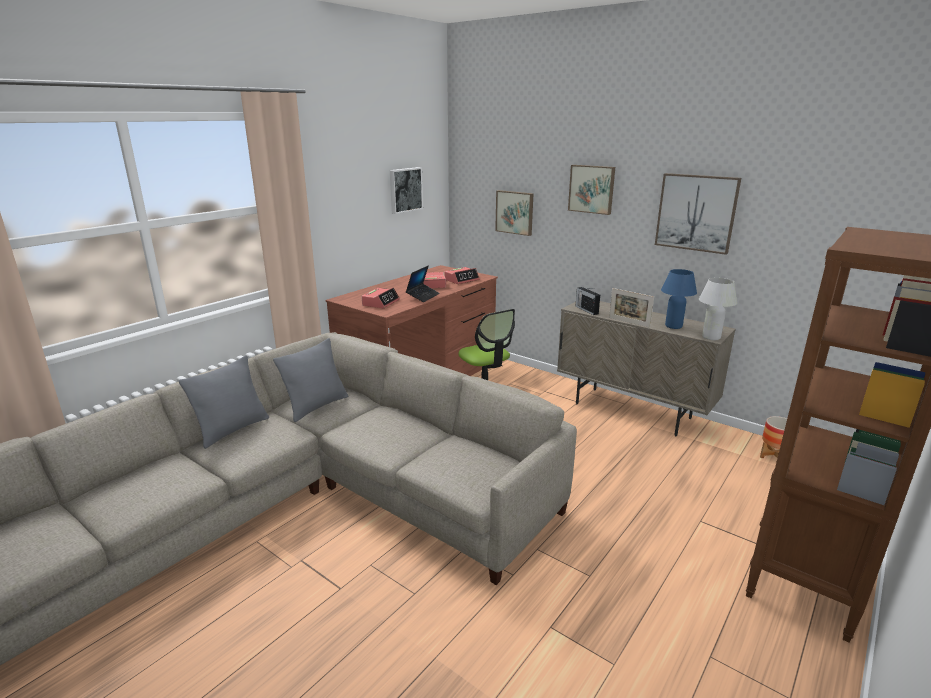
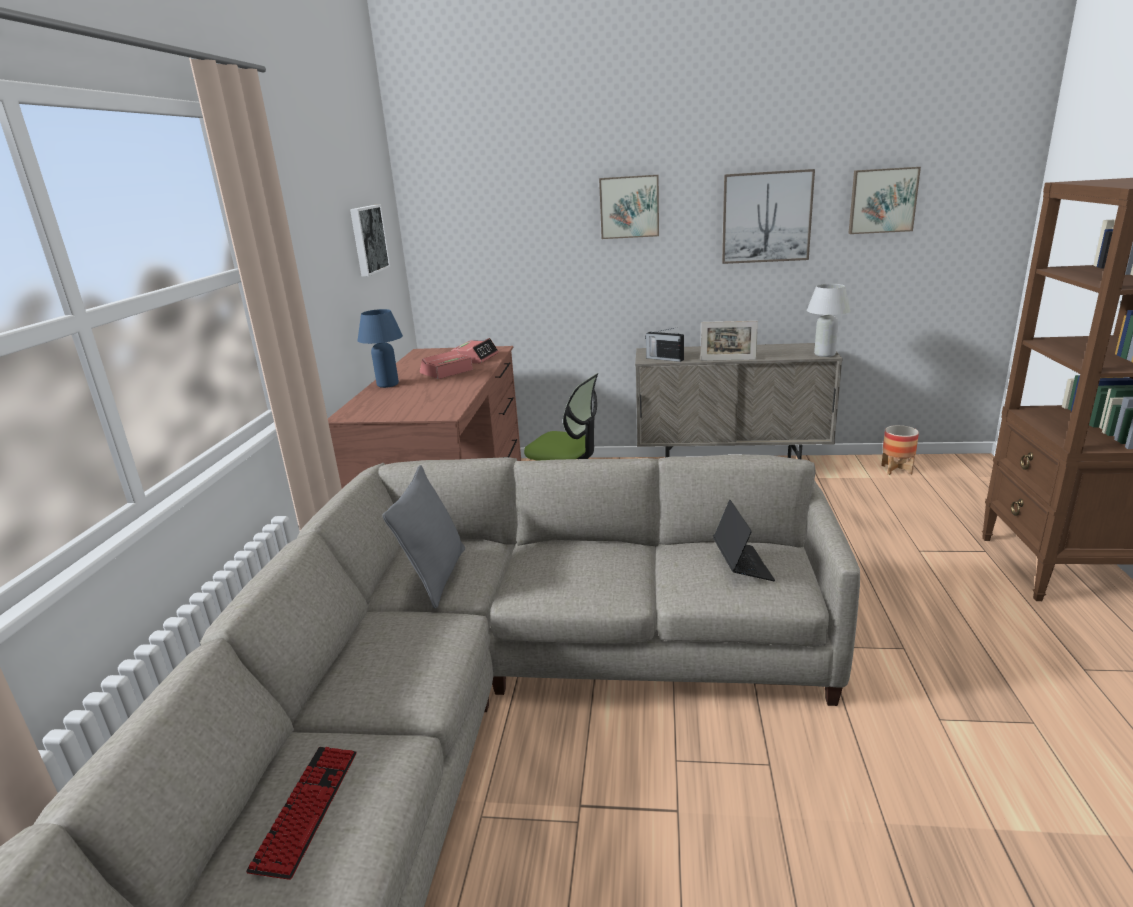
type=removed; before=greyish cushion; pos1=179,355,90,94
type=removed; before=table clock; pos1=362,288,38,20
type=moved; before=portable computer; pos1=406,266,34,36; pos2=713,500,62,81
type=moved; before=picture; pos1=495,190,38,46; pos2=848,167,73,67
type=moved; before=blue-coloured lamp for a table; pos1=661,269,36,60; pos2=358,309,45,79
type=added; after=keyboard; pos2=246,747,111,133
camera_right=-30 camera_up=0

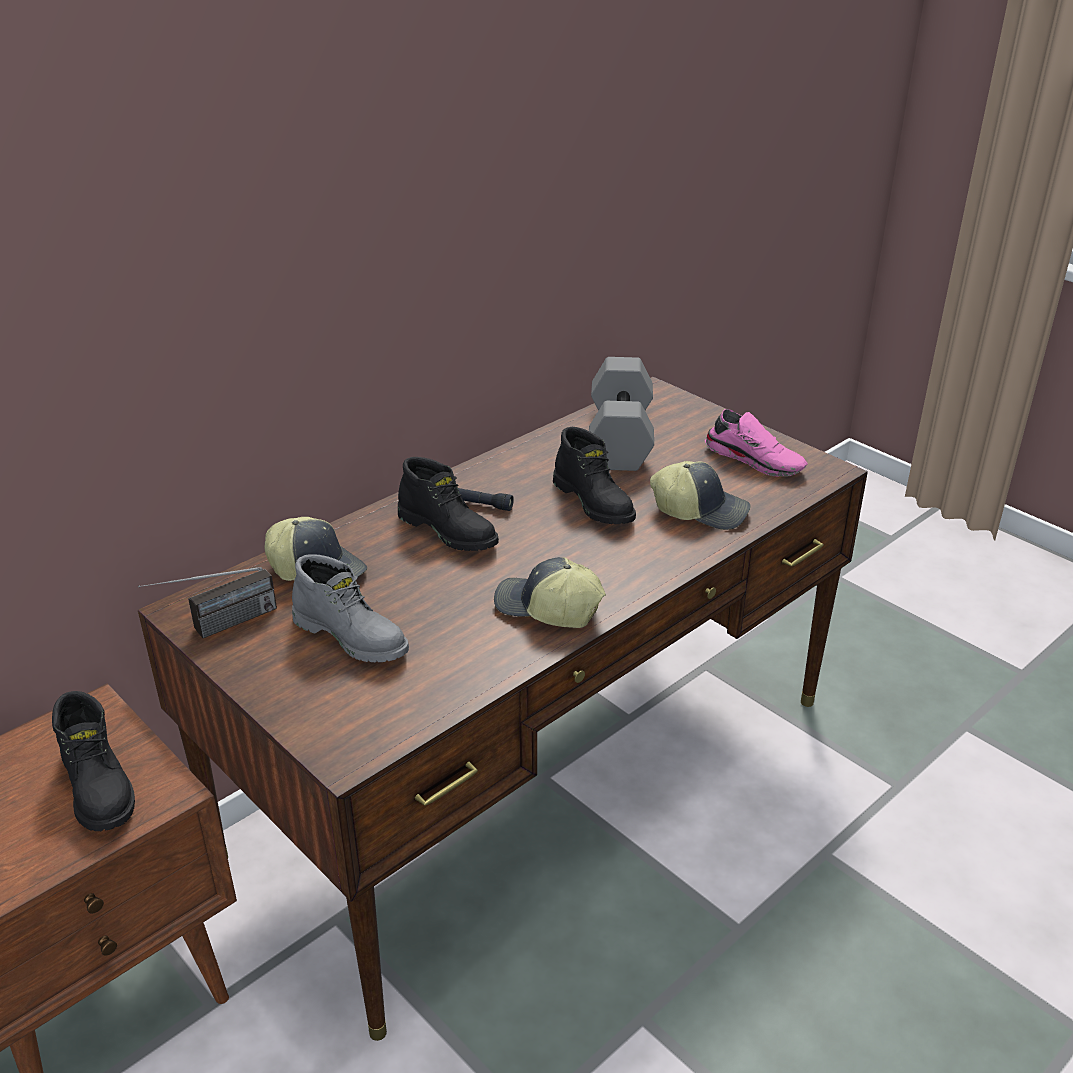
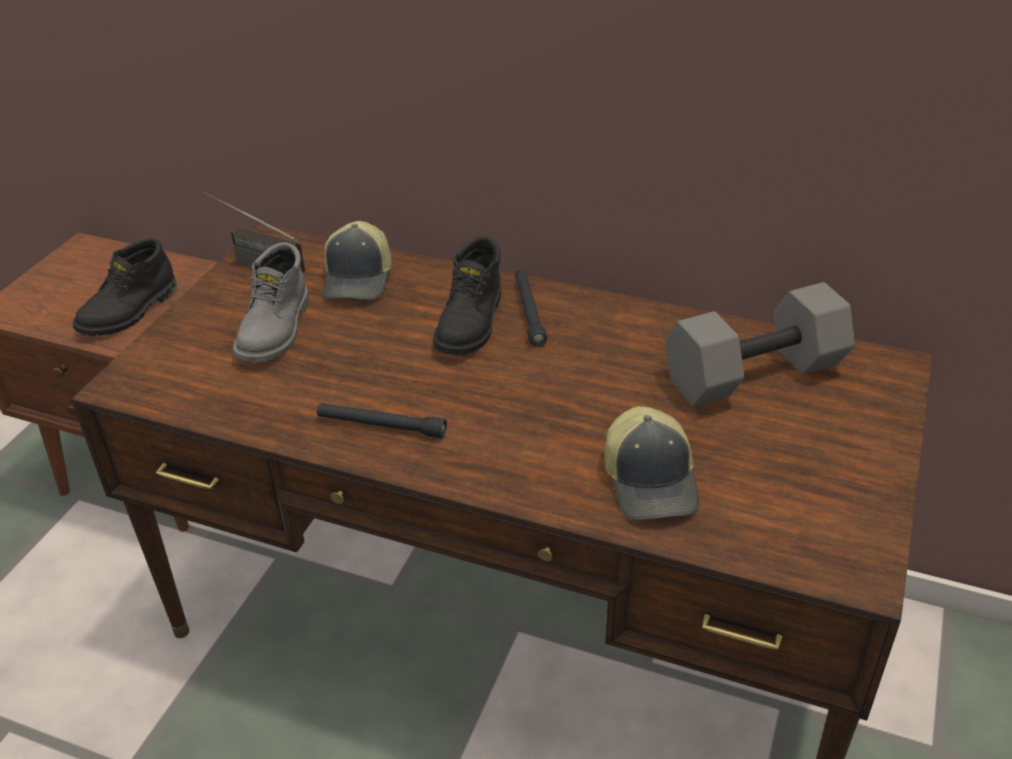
type=replaced; before=peaked cap; after=blackish hand torch; pos1=494,557,112,71; pos2=317,403,130,35
type=removed; before=blackish boot; pos1=553,427,83,97
type=removed; before=pink low shoe; pos1=705,409,103,67
camera_right=65 camera_up=5

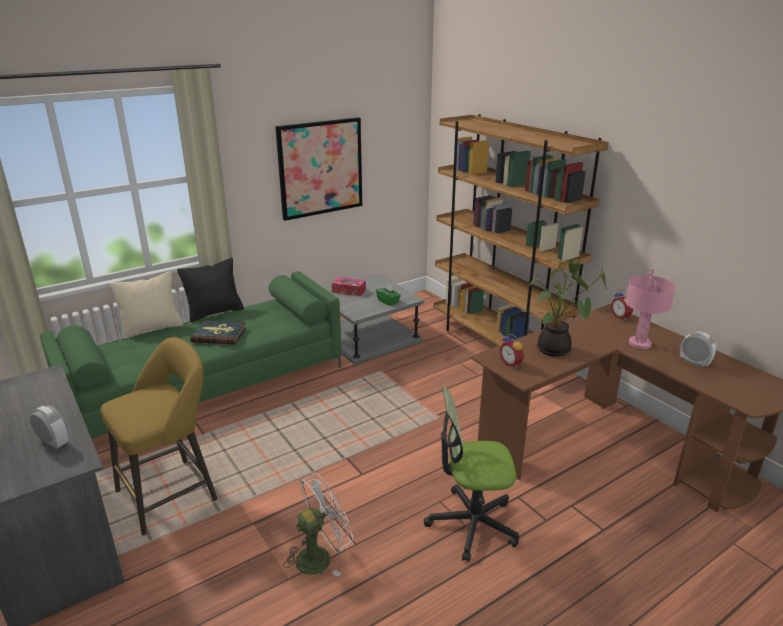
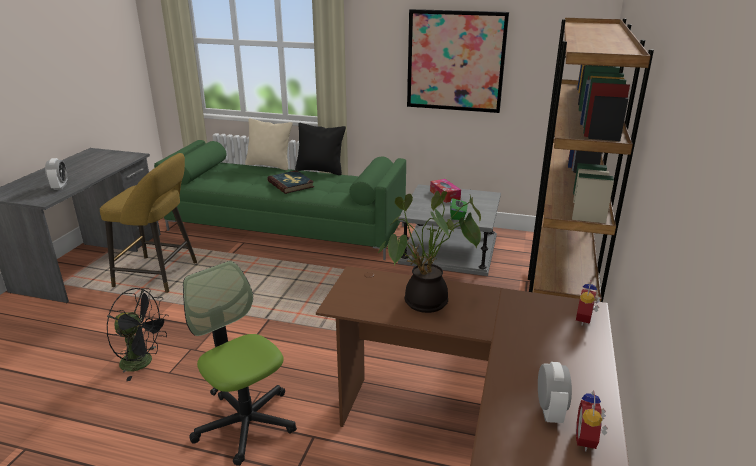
type=recoloured; before=white fan; after=blackish fan; pos1=283,473,71,104; pos2=107,288,62,93
type=moved; before=table clock; pos1=499,334,25,34; pos2=576,390,32,61
type=removed; before=pink lamp for a table; pos1=625,268,51,81
camera_right=50 camera_up=0

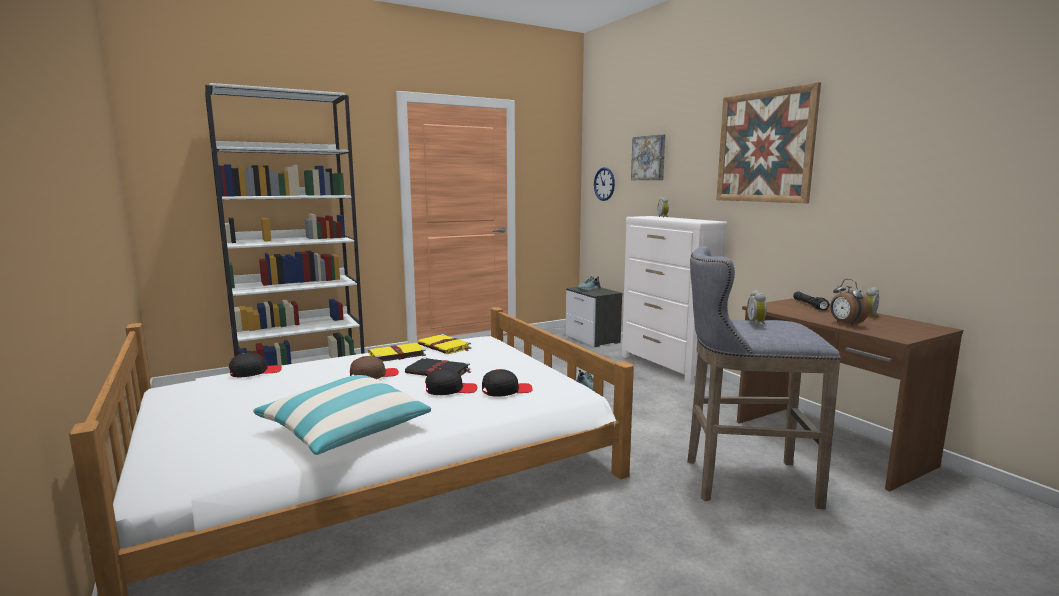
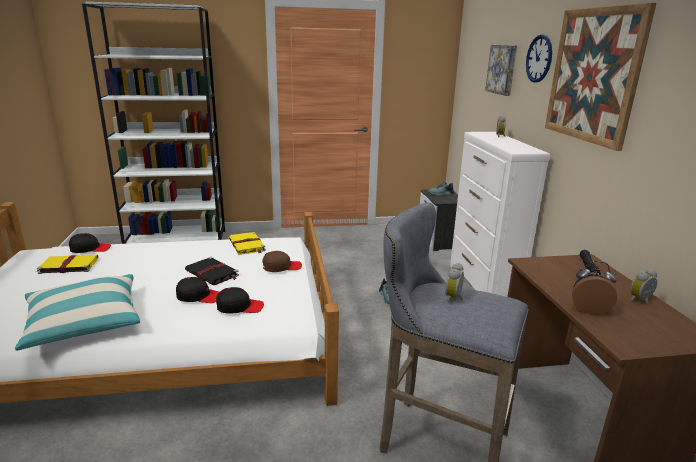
type=moved; before=brownish peaked cap; pos1=350,356,49,23; pos2=262,251,40,21
type=moved; before=yellow-coloured bound book; pos1=368,343,58,19; pos2=35,255,63,19
type=moved; before=clock on the wall; pos1=594,167,21,34; pos2=526,35,26,48
type=turned; before=table clock; pos1=830,279,40,47; pos2=572,261,45,54; turn=105
camera_right=20 camera_up=10

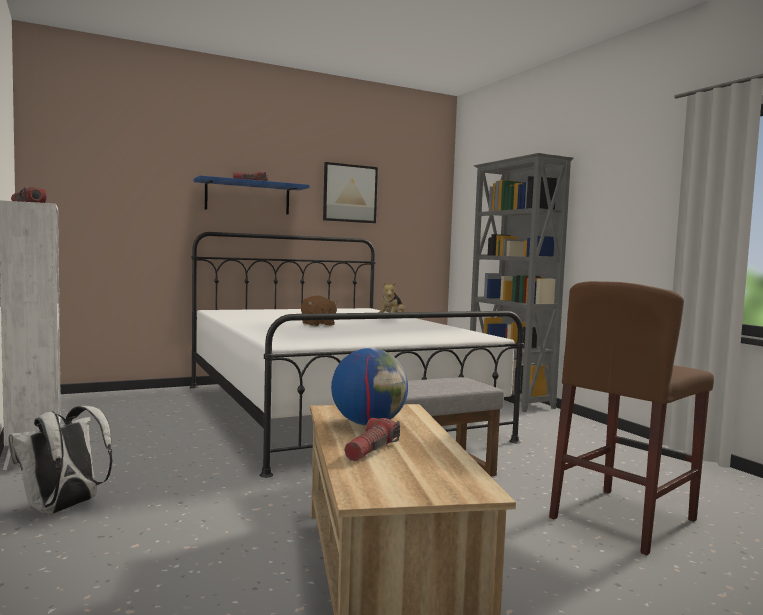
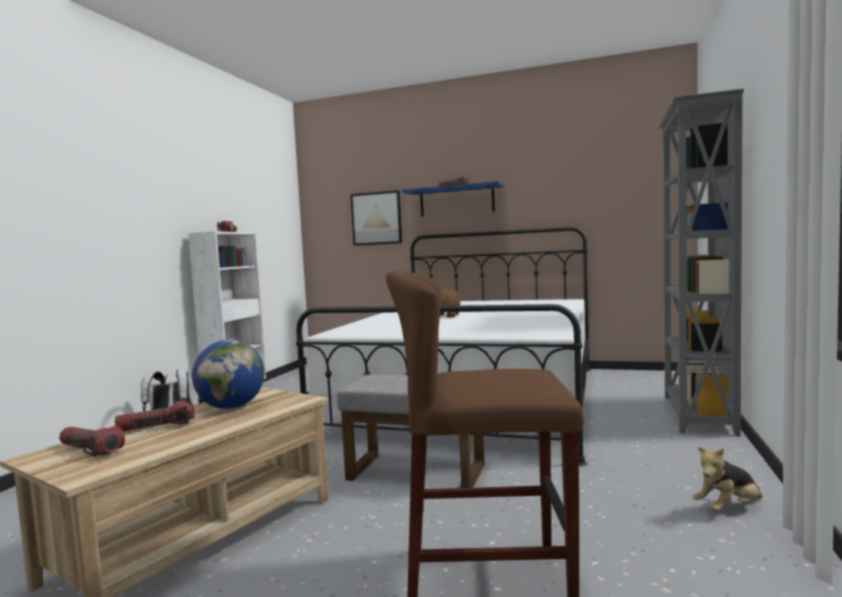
type=moved; before=picture; pos1=323,162,55,61; pos2=351,190,51,56
type=moved; before=plush toy; pos1=378,281,27,32; pos2=692,447,70,65
type=added; after=hand torch; pos2=59,426,66,31
camera_right=45 camera_up=0

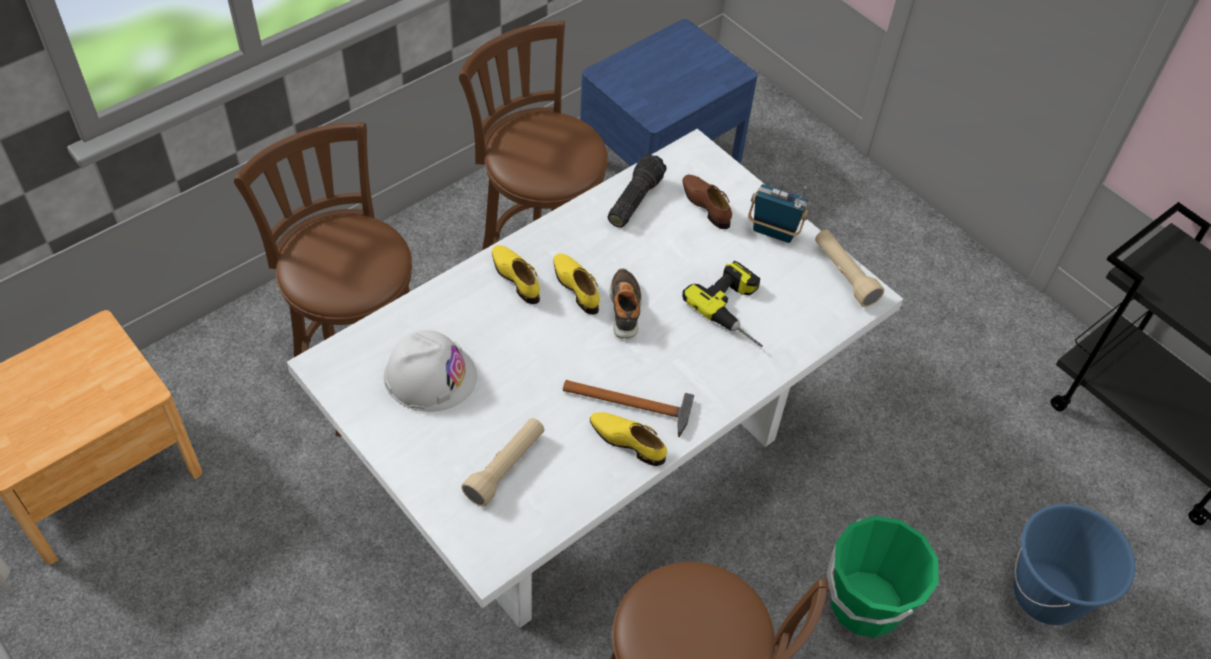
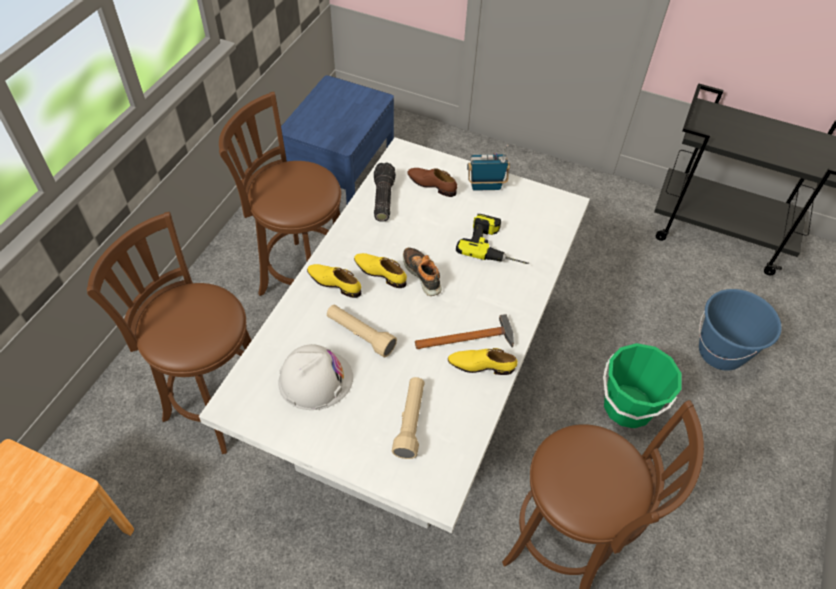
type=moved; before=beige-coloured hand torch; pos1=815,230,70,77; pos2=327,305,70,52
camera_right=-25 camera_up=0

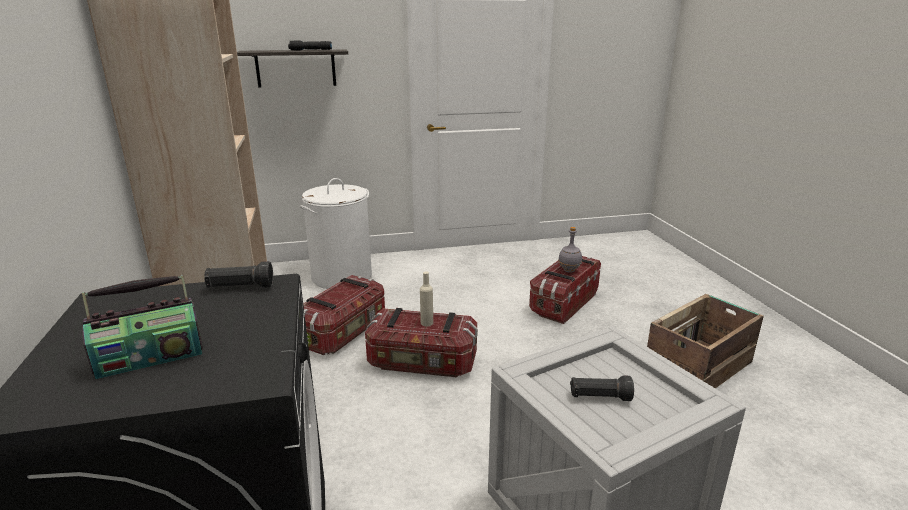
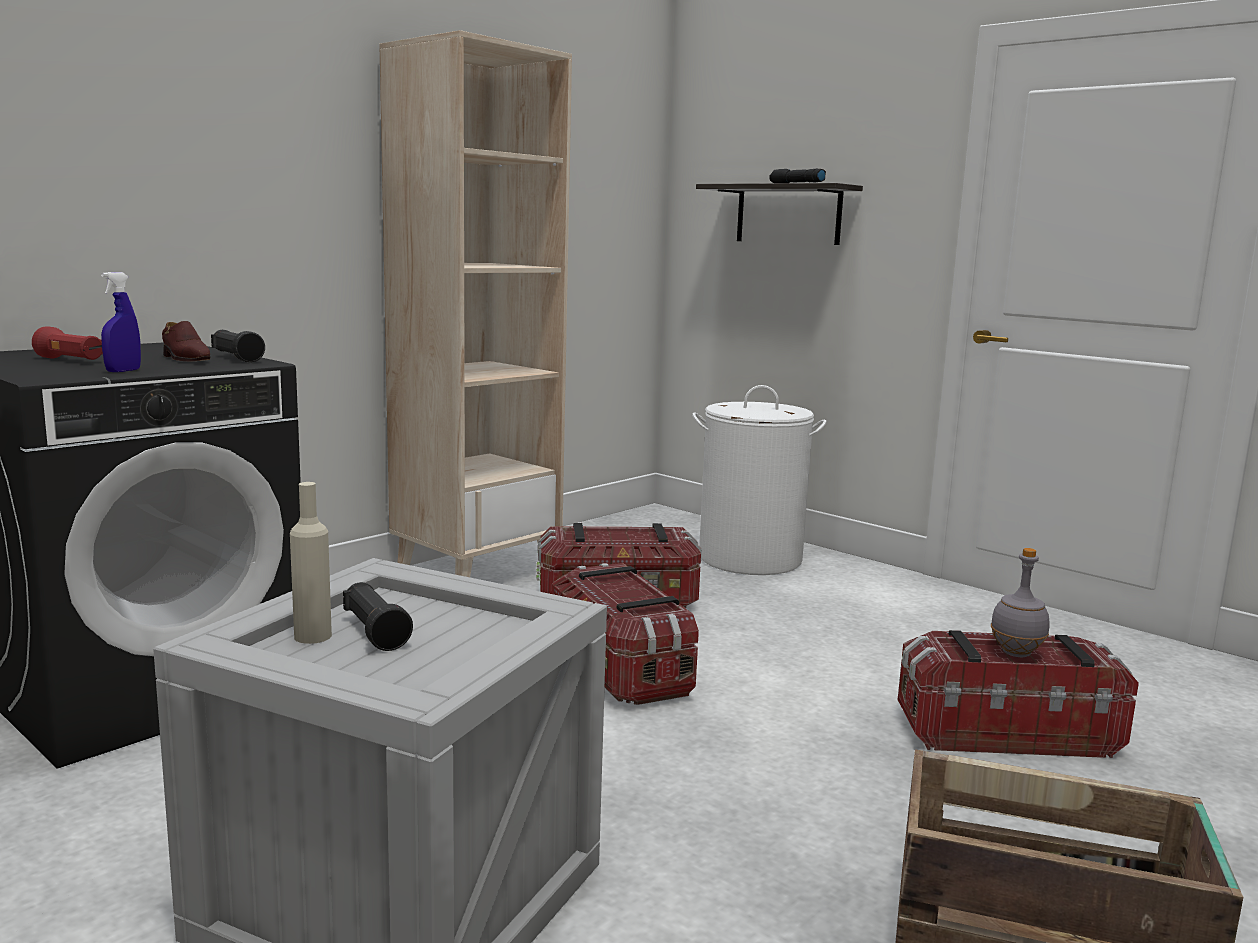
type=replaced; before=radio; after=reddish hand torch; pos1=82,275,121,104; pos2=32,326,71,34
type=moved; before=beige-coloured bottle; pos1=420,272,13,54; pos2=290,482,42,162
type=added; after=blue-coloured spray bottle; pos2=101,272,40,100
type=added; after=brownish low shoe; pos2=162,321,48,40
camera_right=55 camera_up=-10

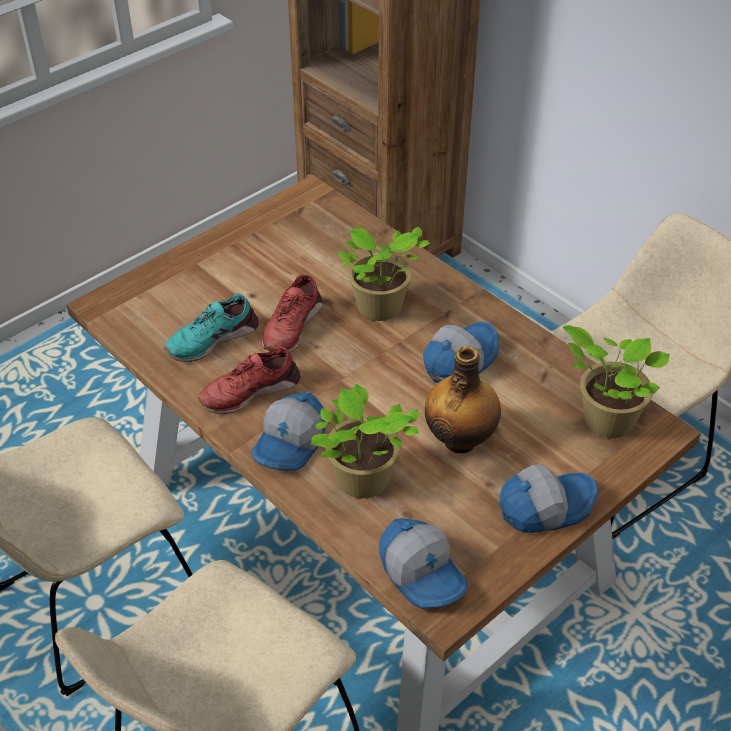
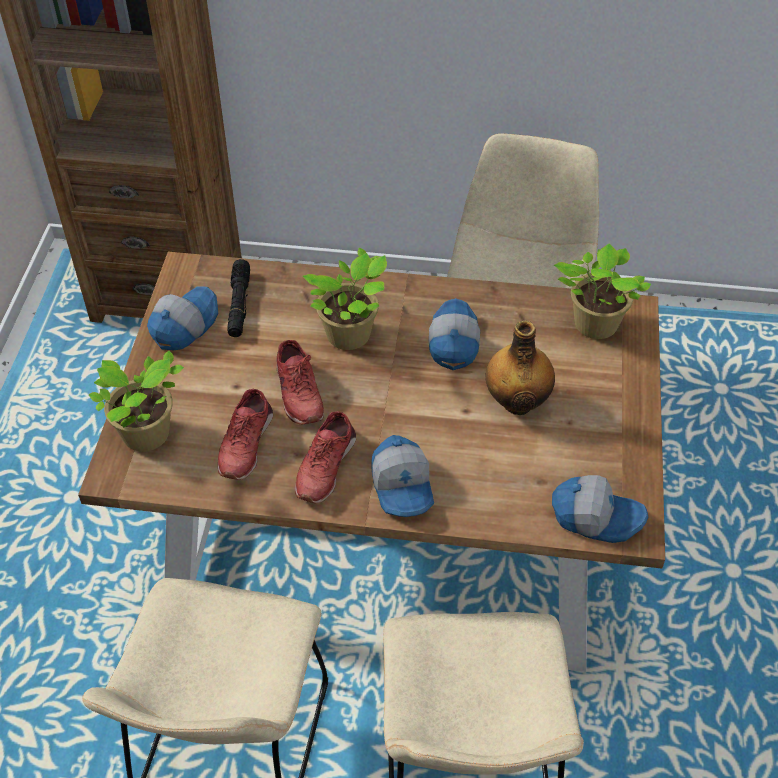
type=recoloured; before=turquoise-coloured low shoe; after=reddish low shoe; pos1=164,293,95,69; pos2=217,389,56,91
type=moved; before=houseplant; pos1=311,384,108,114; pos2=89,351,95,101
type=moved; before=peaked cap; pos1=500,464,98,69; pos2=147,286,71,64
type=added; after=blackish hand torch; pos2=227,259,23,78
camera_right=-40 camera_up=5

